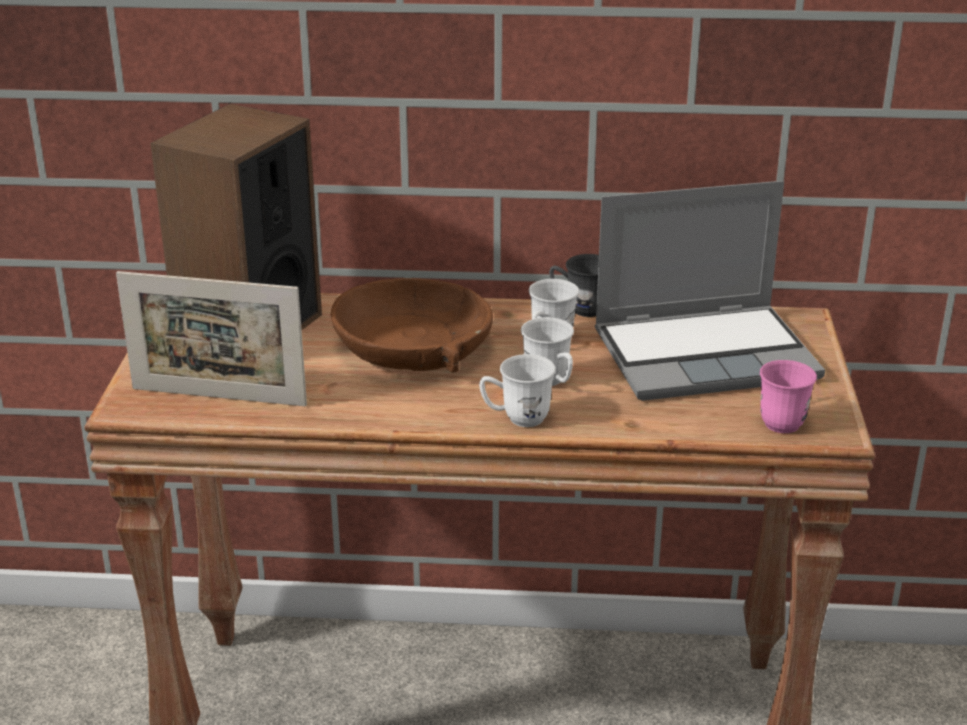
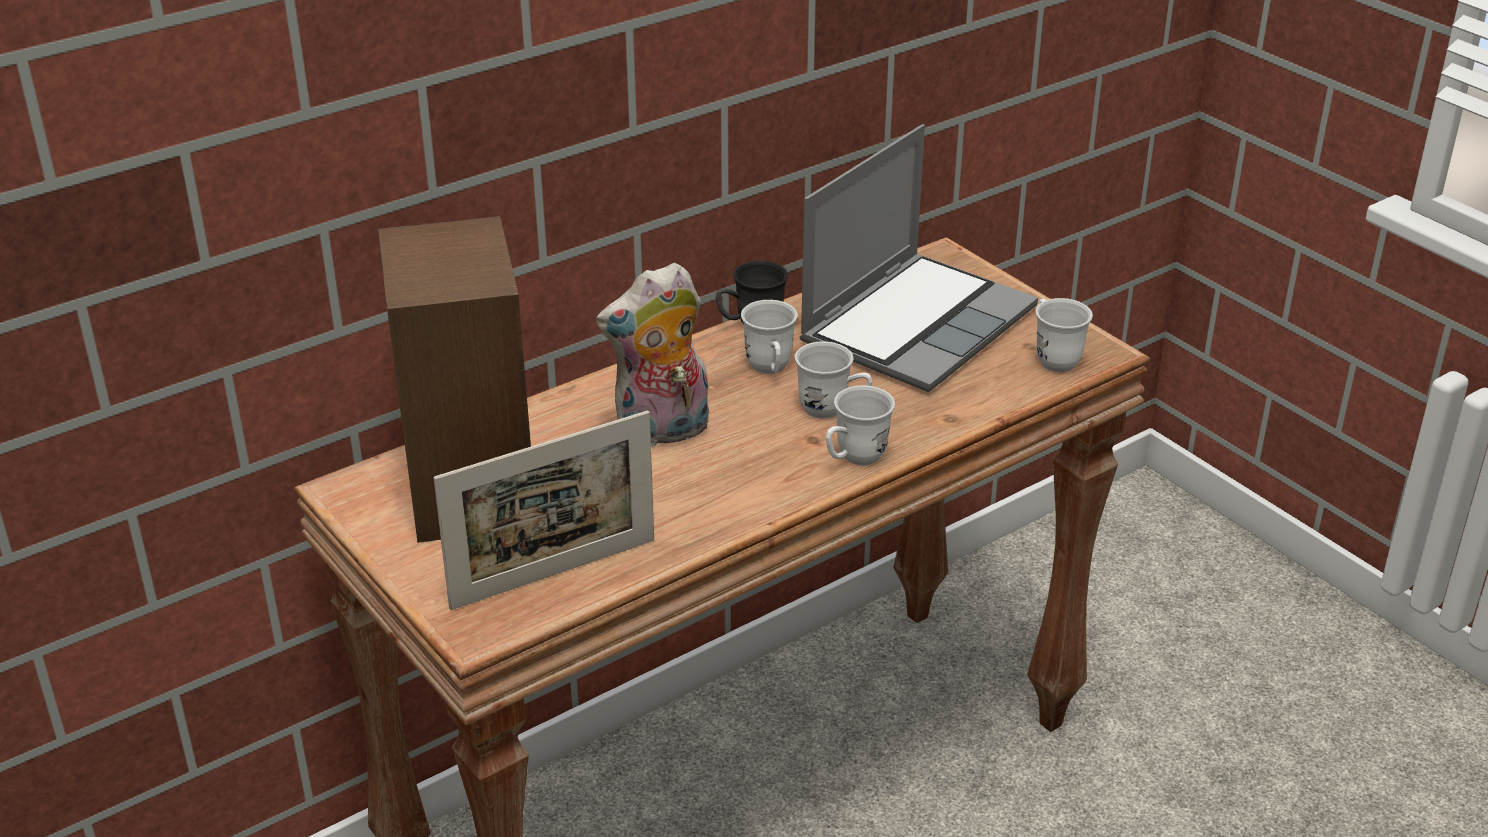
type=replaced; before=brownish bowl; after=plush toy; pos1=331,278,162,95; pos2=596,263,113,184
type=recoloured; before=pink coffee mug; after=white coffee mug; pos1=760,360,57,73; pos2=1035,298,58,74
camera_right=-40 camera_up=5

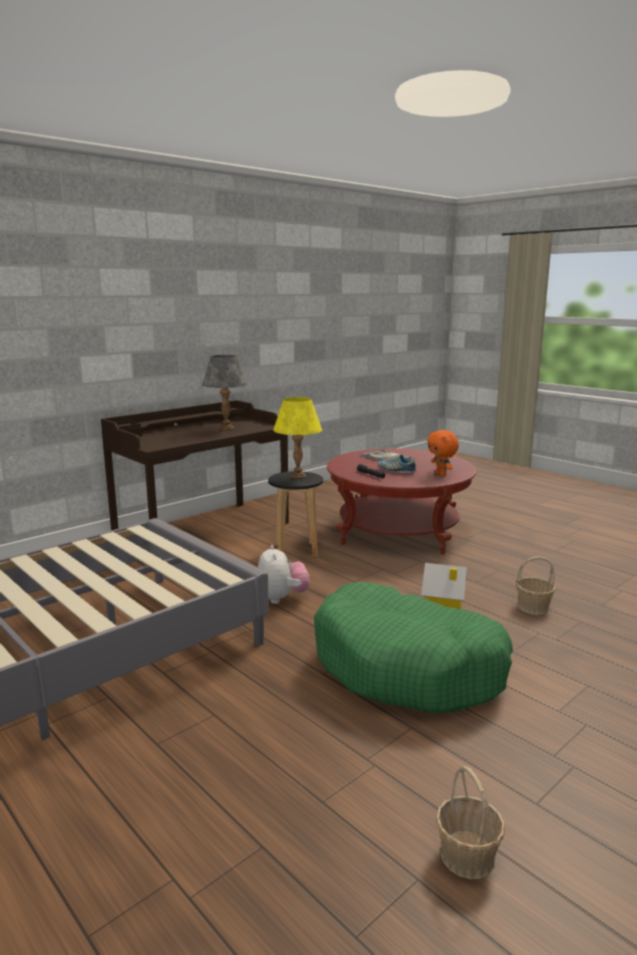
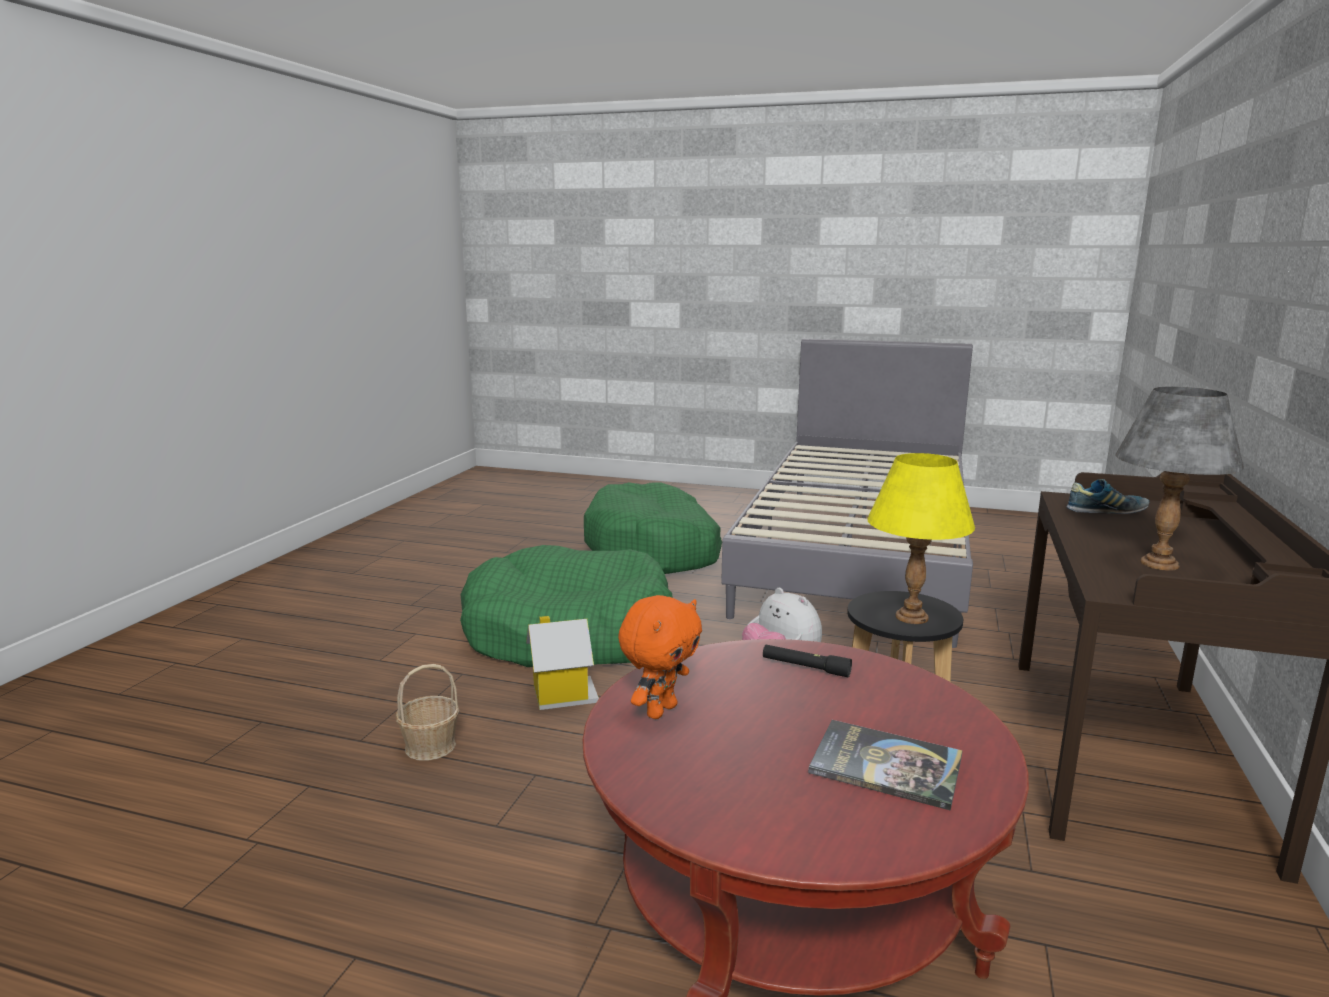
type=moved; before=low shoe; pos1=378,454,38,19; pos2=1066,479,84,35
type=turned; before=orange plush toy; pos1=427,430,32,47; pos2=618,595,84,124; turn=90
type=removed; before=basket; pos1=436,766,69,113
type=added; after=green dog cushion; pos2=584,482,138,92
camera_right=150 camera_up=0

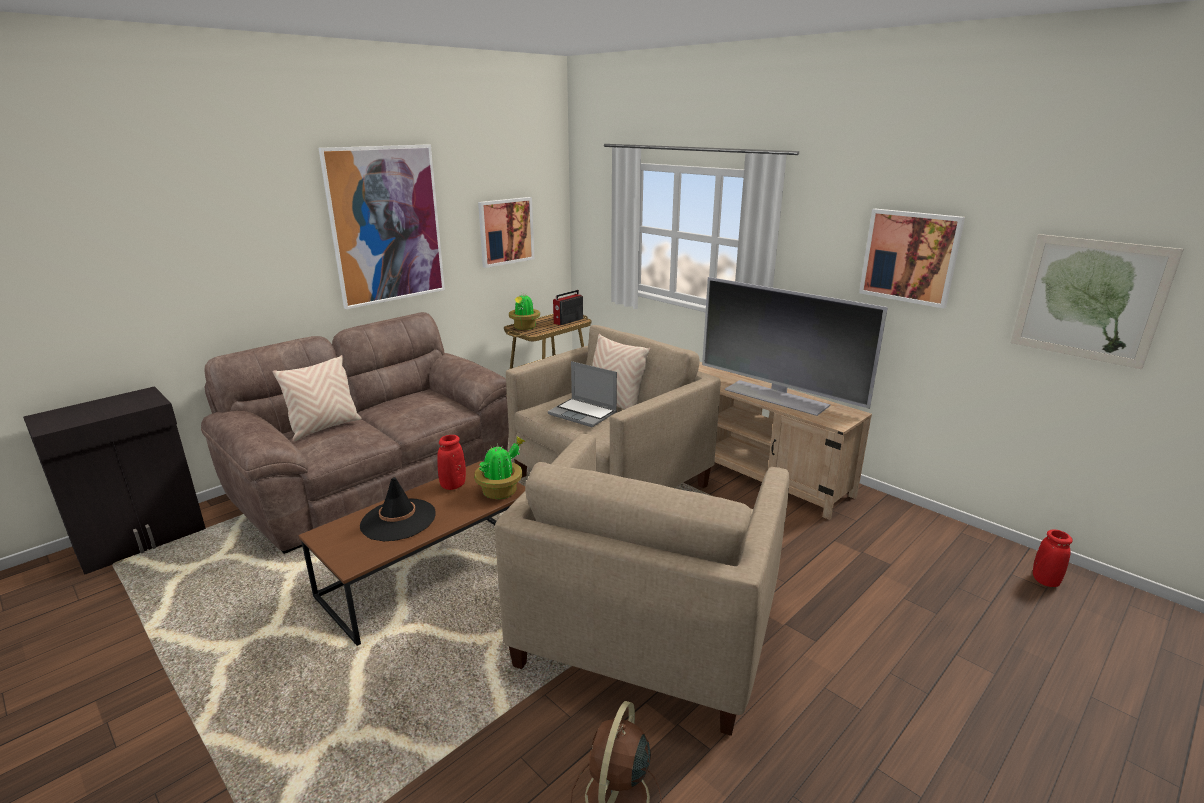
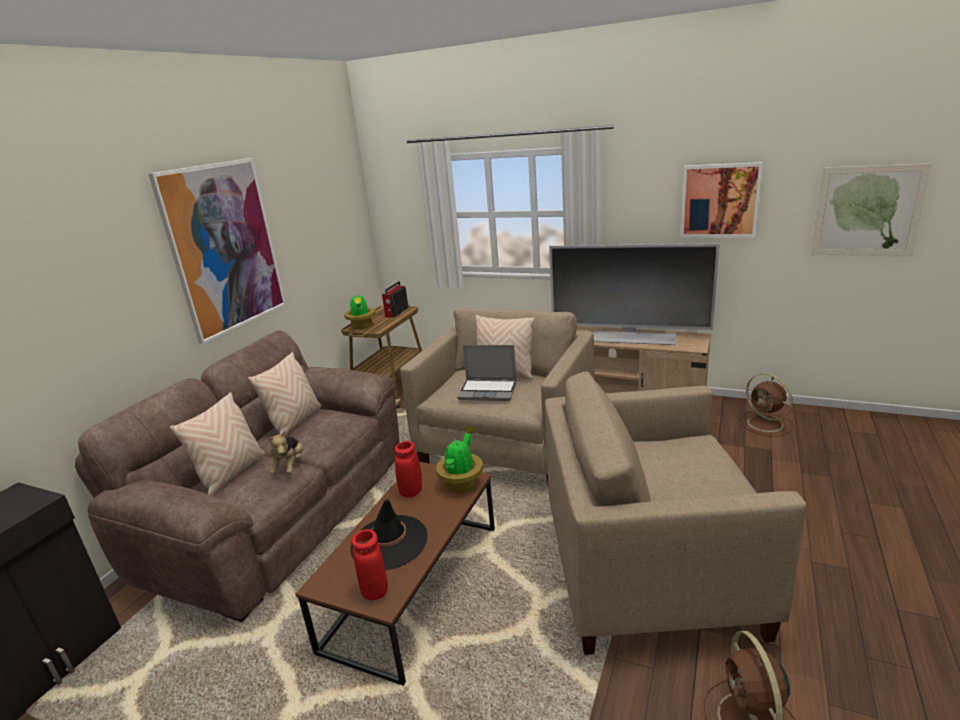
type=removed; before=picture; pos1=478,197,56,71
type=turned; before=beige-coloured armchair; pos1=495,434,294,302; pos2=545,371,262,284; turn=90
type=moved; before=reddish vase; pos1=1033,529,40,58; pos2=352,529,36,71
type=added; after=beige-coloured cushion; pos2=248,352,73,85
type=added; after=plush toy; pos2=268,430,35,44
type=added; after=brownish fan; pos2=739,373,55,64
camera_right=-20 camera_up=0

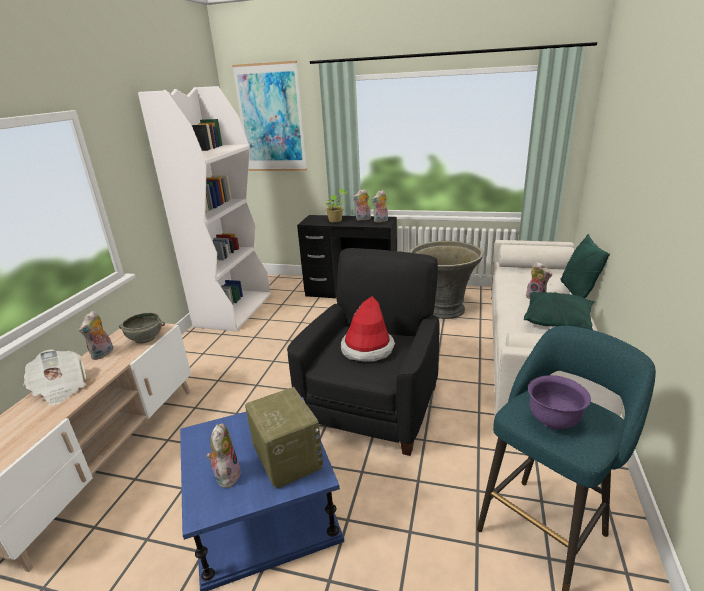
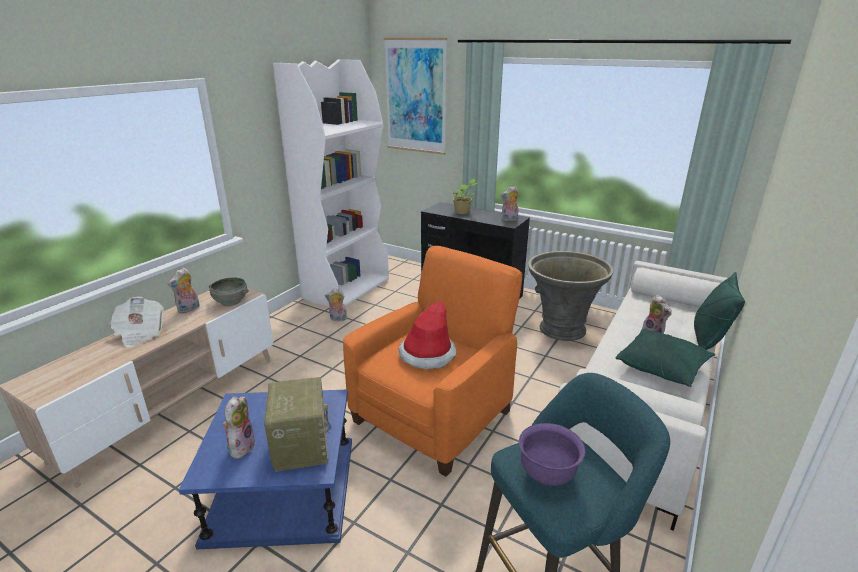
type=recoloured; before=blackish armchair; after=orange armchair; pos1=287,248,153,208; pos2=343,246,179,231
type=moved; before=plush toy; pos1=352,189,19,32; pos2=325,288,23,33
camera_right=15 camera_up=0

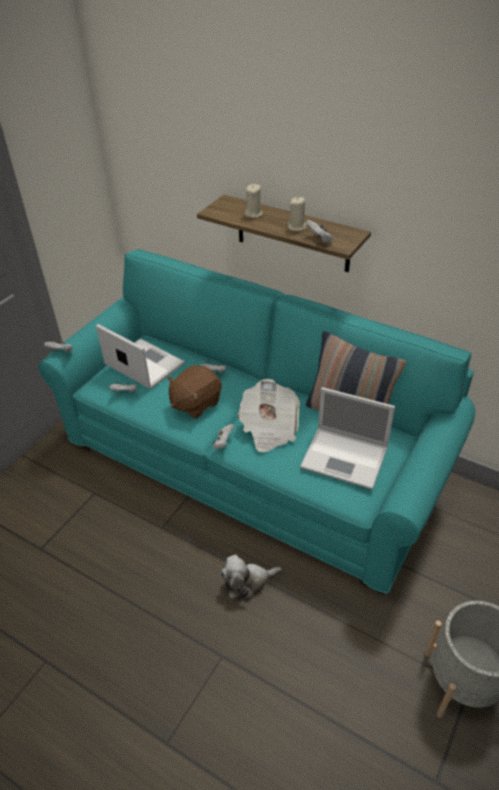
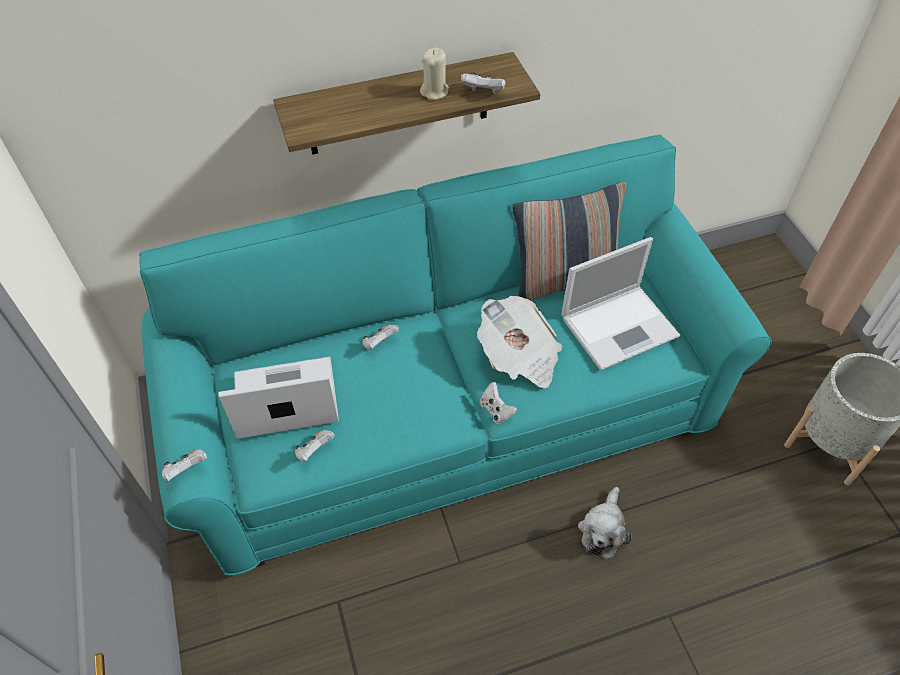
type=removed; before=brownish plush toy; pos1=167,365,55,54
type=removed; before=beige-coloured wax candle; pos1=244,184,19,34
camera_right=-50 camera_up=10

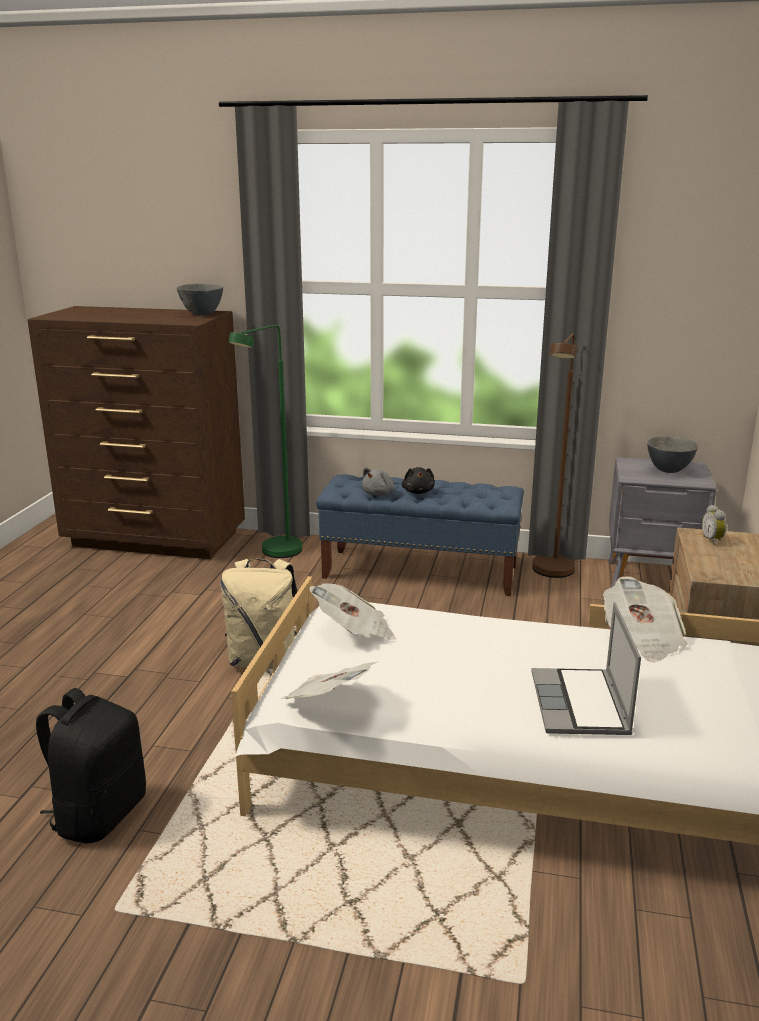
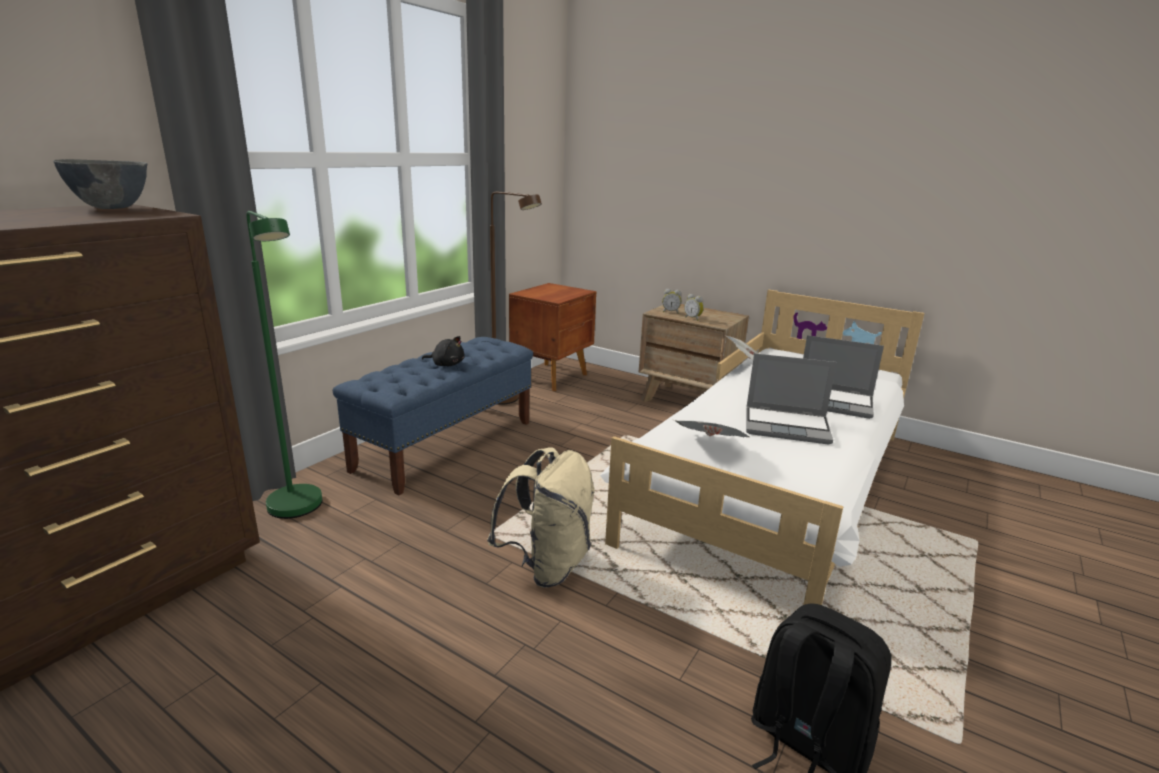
type=removed; before=newspaper; pos1=281,662,96,37
type=removed; before=greyish plush toy; pos1=362,467,33,29
type=recoloured; before=greyish bedside table; after=brownish bedside table; pos1=608,457,108,130; pos2=509,283,87,108
type=removed; before=greyish bowl; pos1=647,436,51,37
type=added; after=table clock; pos2=684,294,20,27
type=added; after=portable computer; pos2=746,353,91,92
camera_right=-70 camera_up=0

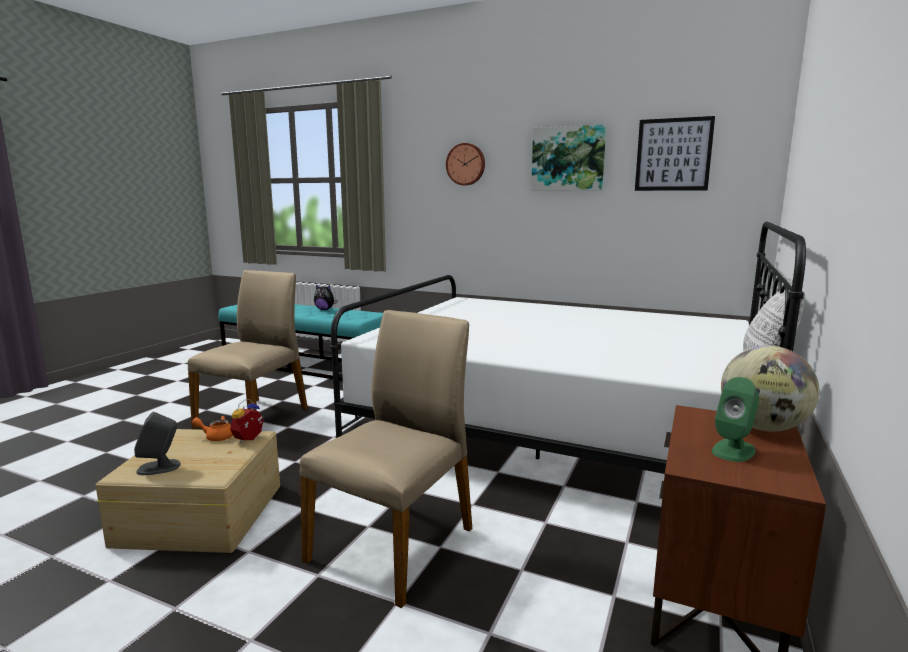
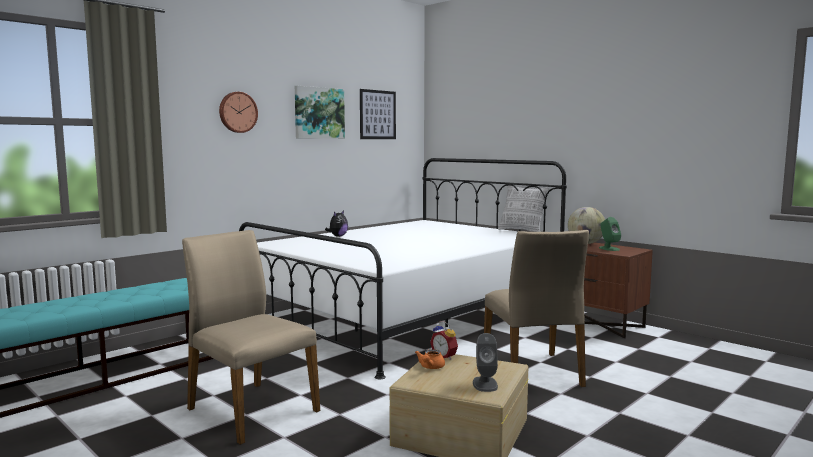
type=turned; before=beige-coloured chair; pos1=300,310,172,298; pos2=484,230,105,157; turn=-150
type=moved; before=plush toy; pos1=314,285,24,25; pos2=325,211,23,26
camera_right=-70 camera_up=-5

